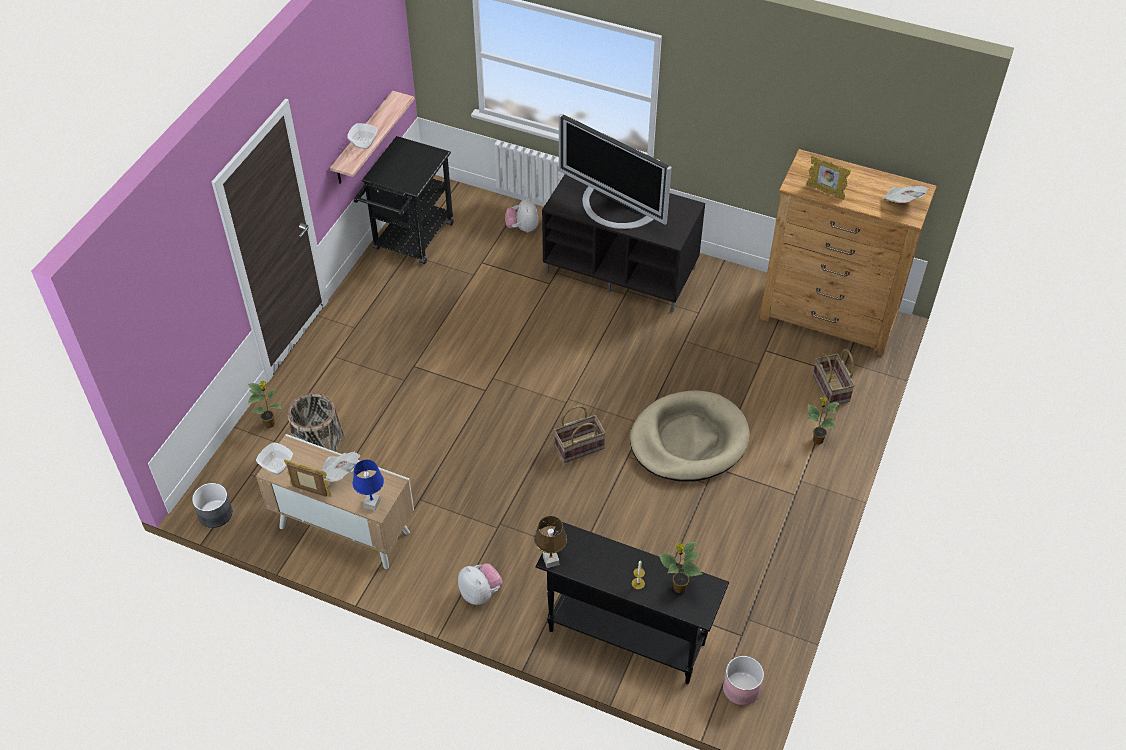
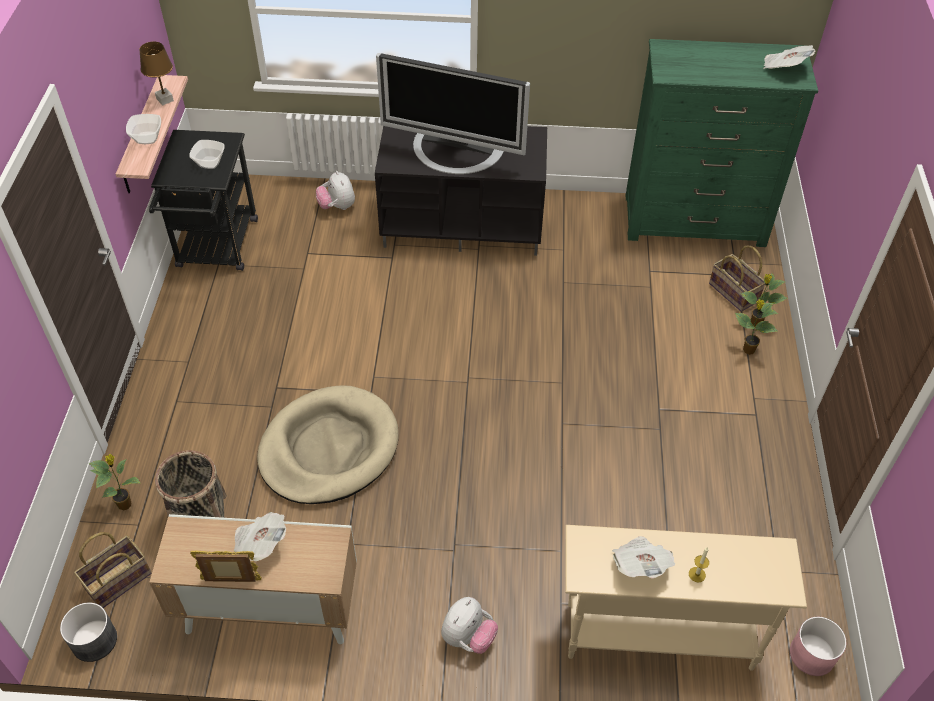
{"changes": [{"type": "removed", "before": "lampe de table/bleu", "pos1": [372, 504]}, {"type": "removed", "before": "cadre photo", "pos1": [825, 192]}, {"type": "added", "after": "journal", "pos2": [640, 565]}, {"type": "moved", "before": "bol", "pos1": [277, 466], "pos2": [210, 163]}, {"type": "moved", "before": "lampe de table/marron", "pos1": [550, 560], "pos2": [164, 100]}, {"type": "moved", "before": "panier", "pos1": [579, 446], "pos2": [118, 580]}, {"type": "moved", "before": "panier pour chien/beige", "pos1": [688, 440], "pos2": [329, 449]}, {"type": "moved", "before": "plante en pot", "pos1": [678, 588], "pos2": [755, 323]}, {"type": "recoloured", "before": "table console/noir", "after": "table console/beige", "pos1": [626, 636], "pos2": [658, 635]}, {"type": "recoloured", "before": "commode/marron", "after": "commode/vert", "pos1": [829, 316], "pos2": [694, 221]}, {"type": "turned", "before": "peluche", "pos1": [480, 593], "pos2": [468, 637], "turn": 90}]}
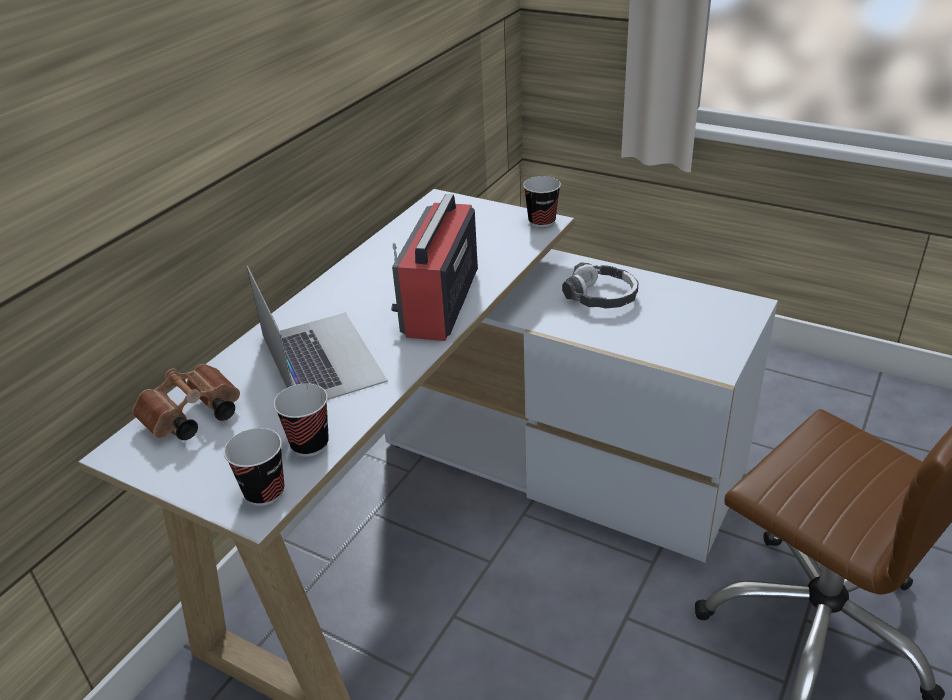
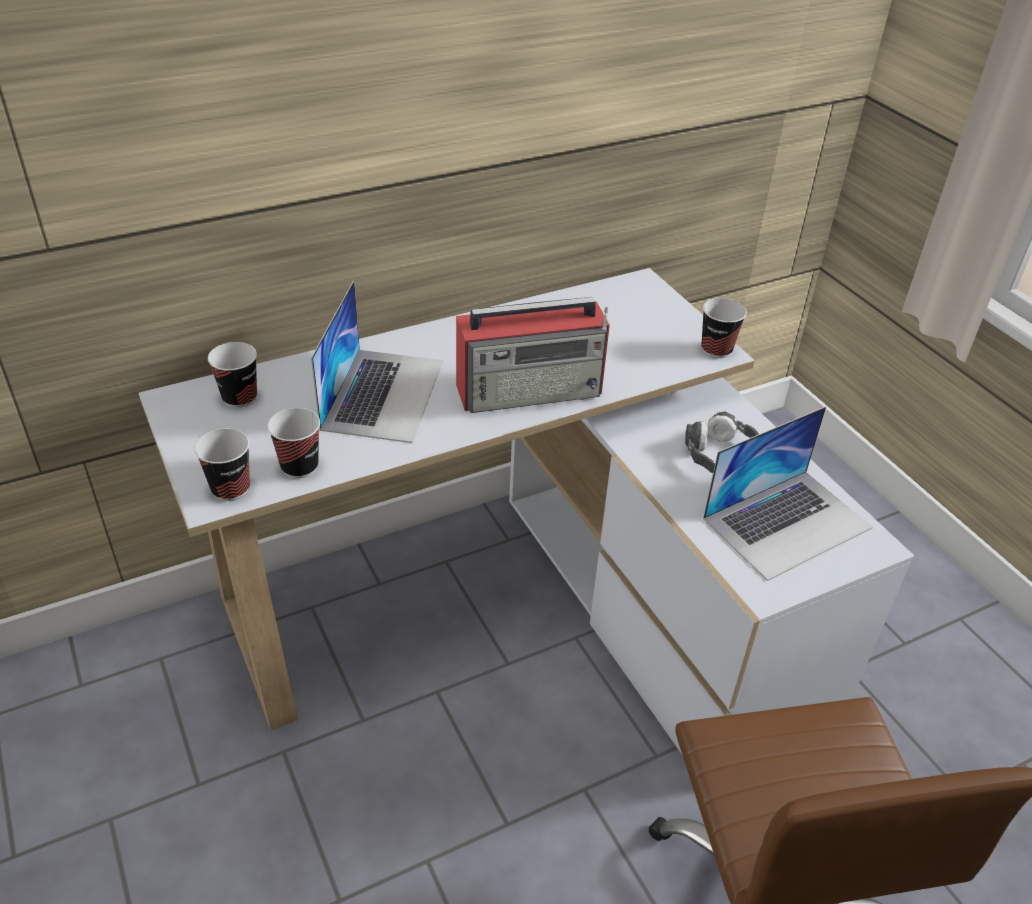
{"changes": [{"type": "added", "after": "ordinateur portable", "pos2": [787, 522]}, {"type": "replaced", "before": "jumelles/marron", "after": "tasse", "pos1": [191, 419], "pos2": [240, 398]}, {"type": "turned", "before": "radio", "pos1": [440, 303], "pos2": [531, 390], "turn": -150}]}
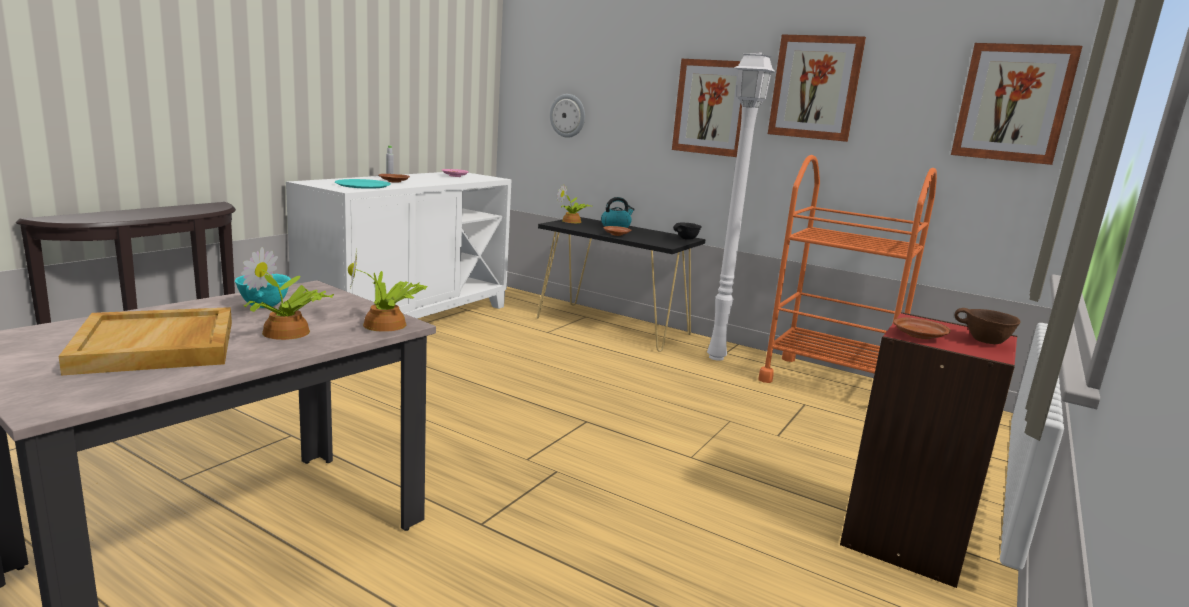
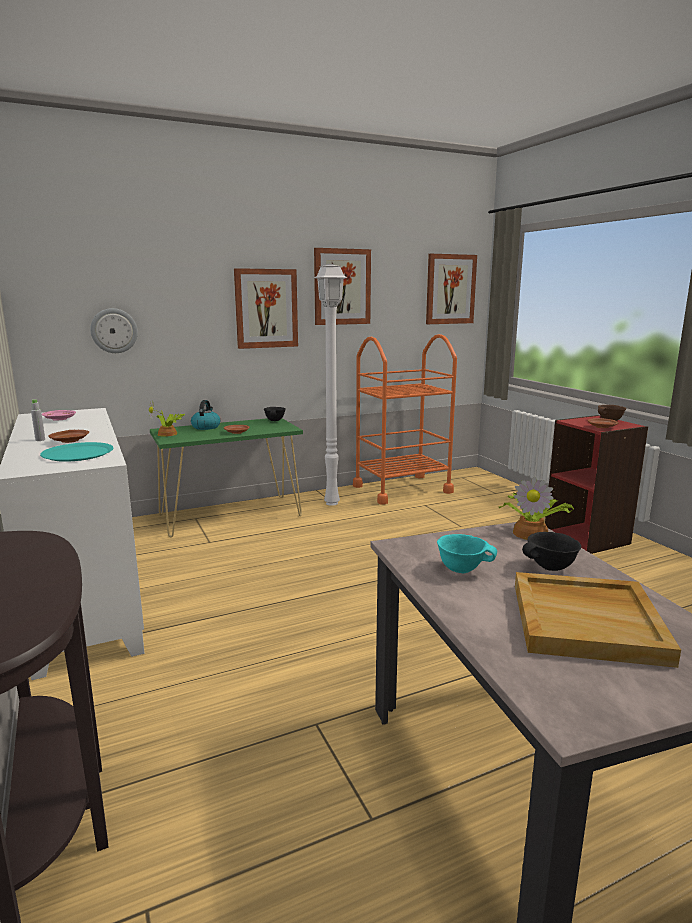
{"changes": [{"type": "replaced", "before": "plante en pot", "after": "bol/noir", "pos1": [286, 333], "pos2": [550, 568]}, {"type": "recoloured", "before": "table console/noir", "after": "table console/vert", "pos1": [613, 326], "pos2": [231, 515]}]}
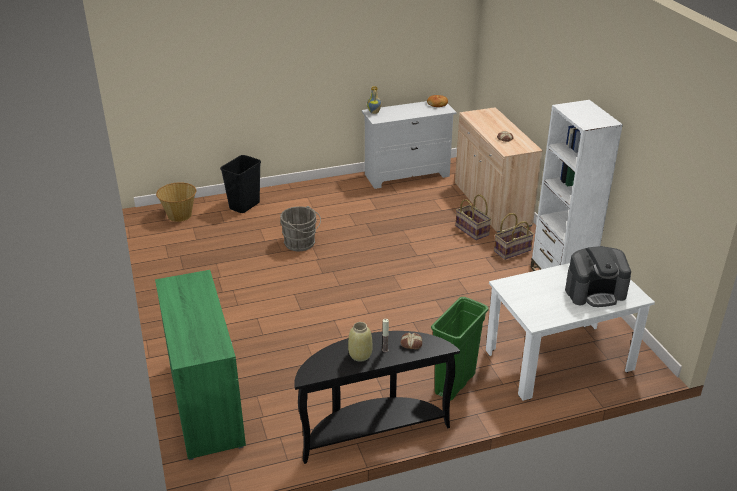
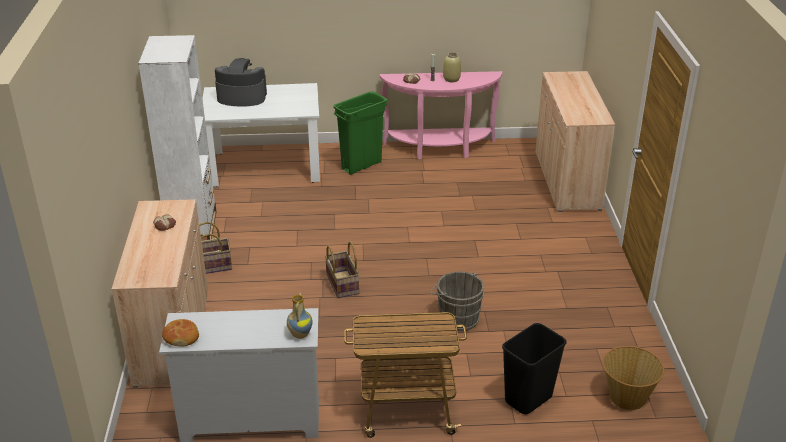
{"changes": [{"type": "added", "after": "chariot", "pos2": [405, 410]}, {"type": "moved", "before": "panier", "pos1": [472, 230], "pos2": [341, 284]}, {"type": "recoloured", "before": "meuble de rangement/vert", "after": "meuble de rangement/beige", "pos1": [206, 404], "pos2": [567, 181]}, {"type": "recoloured", "before": "table console/noir", "after": "table console/rose", "pos1": [372, 430], "pos2": [440, 149]}]}
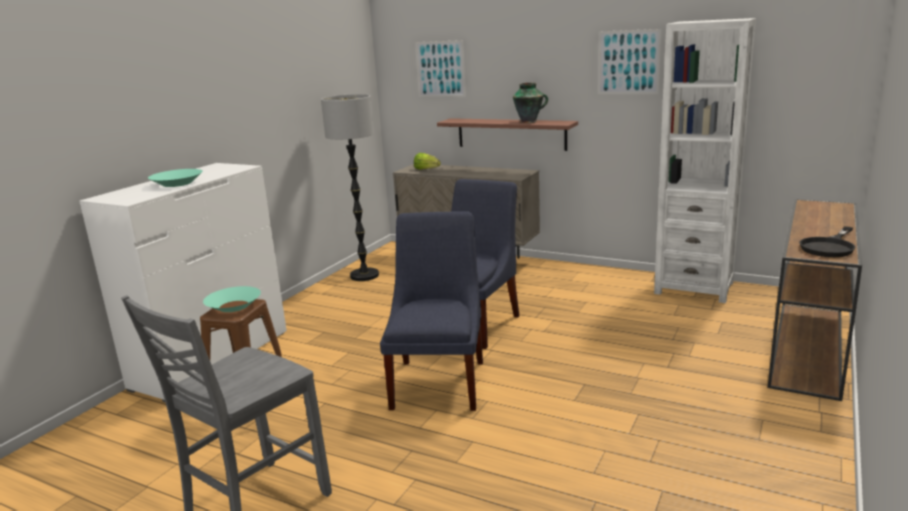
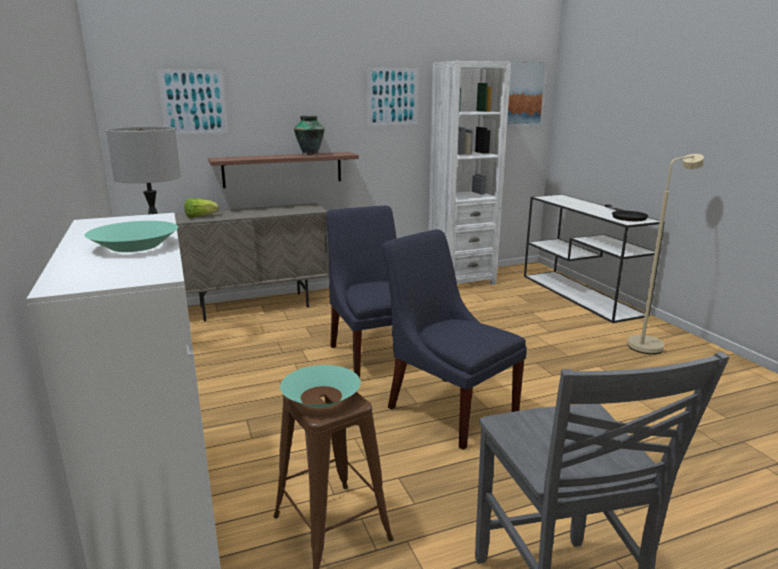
{"changes": [{"type": "added", "after": "tableau", "pos2": [520, 93]}, {"type": "added", "after": "lampadaire/beige", "pos2": [649, 344]}, {"type": "recoloured", "before": "table console/marron", "after": "table console/blanc", "pos1": [808, 347], "pos2": [581, 295]}]}
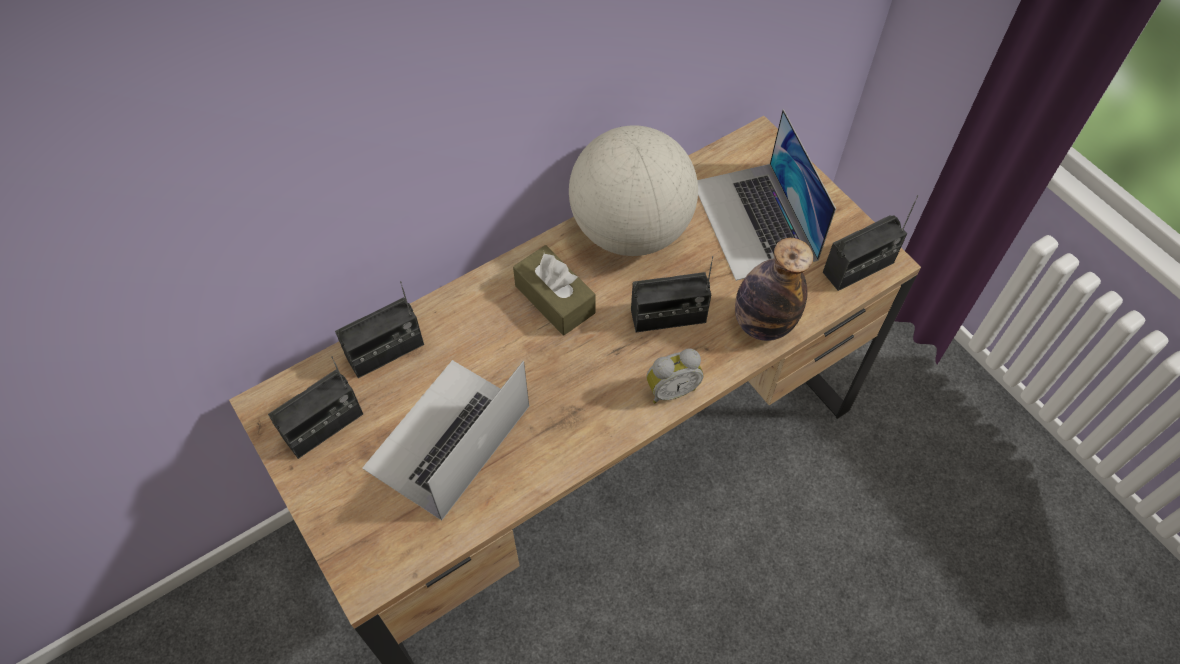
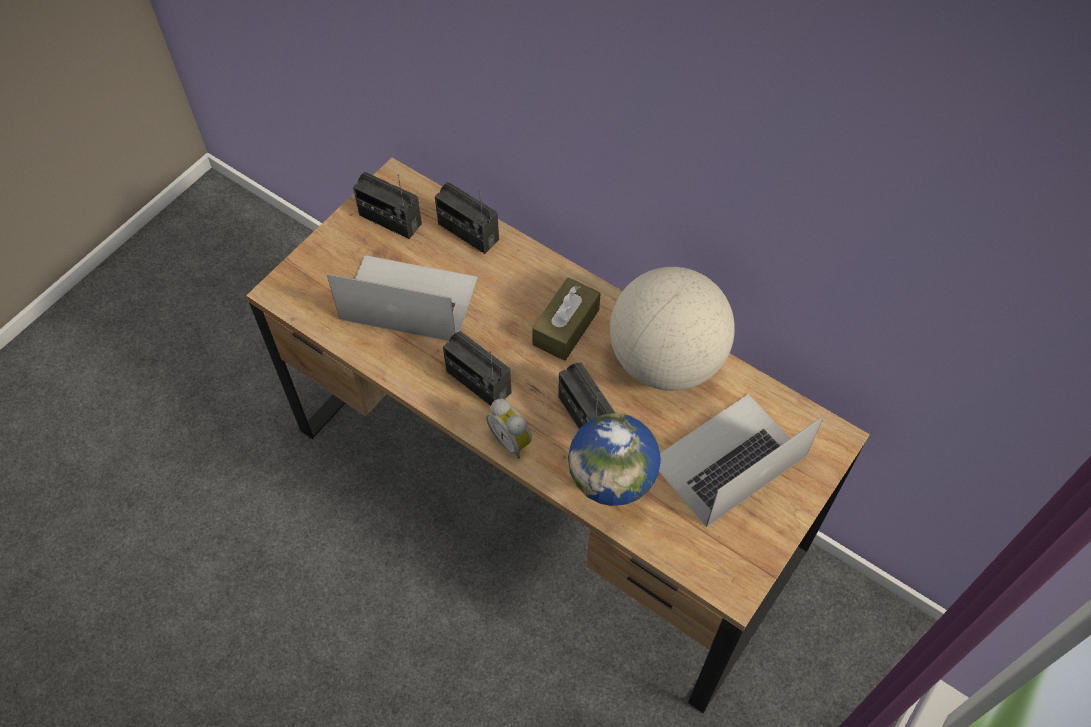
{"changes": [{"type": "moved", "before": "radio", "pos1": [858, 268], "pos2": [478, 382]}, {"type": "replaced", "before": "bouteille", "after": "globe", "pos1": [763, 323], "pos2": [611, 496]}]}
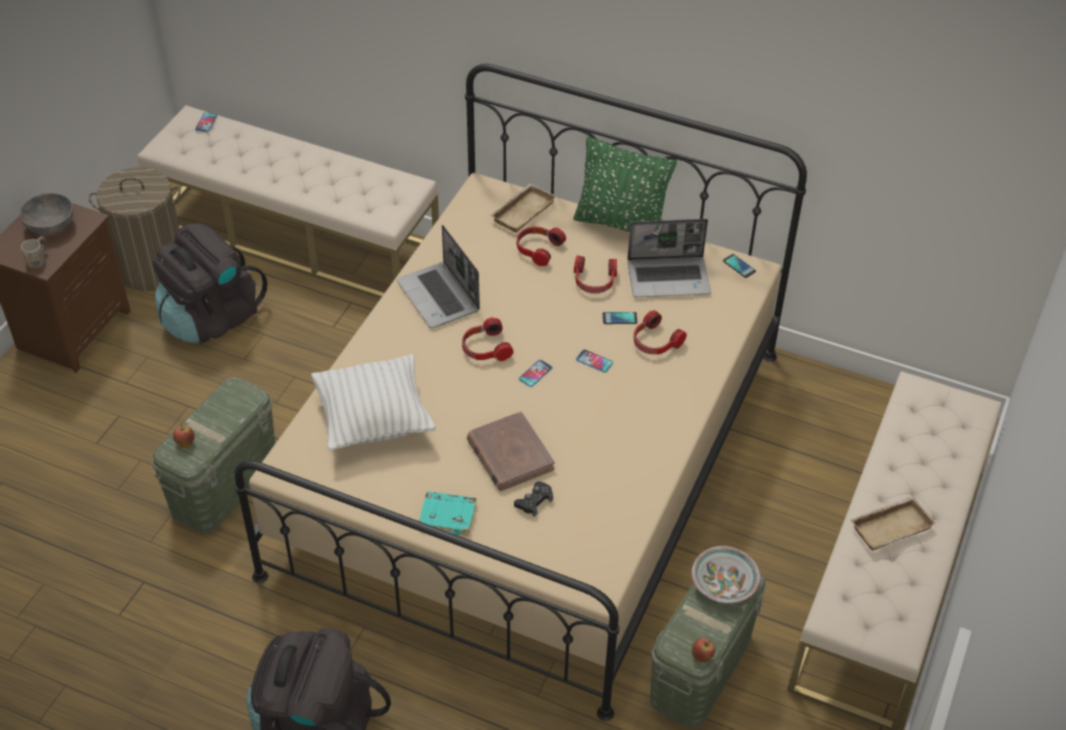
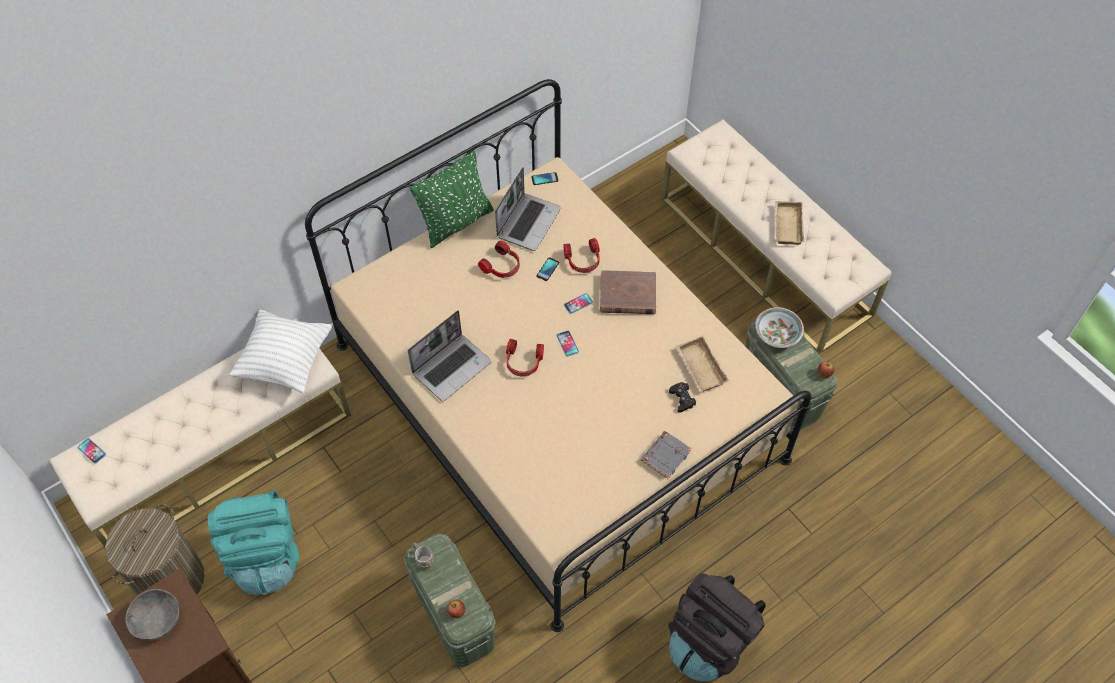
{"changes": [{"type": "removed", "before": "casque audio", "pos1": [537, 249]}, {"type": "moved", "before": "mug/gris", "pos1": [38, 260], "pos2": [423, 559]}, {"type": "moved", "before": "coussin/blanc", "pos1": [374, 420], "pos2": [285, 362]}, {"type": "moved", "before": "livre/marron", "pos1": [509, 454], "pos2": [627, 295]}, {"type": "moved", "before": "plateau/beige", "pos1": [522, 211], "pos2": [699, 367]}, {"type": "recoloured", "before": "sac à dos/noir", "after": "sac à dos/turquoise", "pos1": [211, 317], "pos2": [265, 556]}, {"type": "recoloured", "before": "livre/turquoise", "after": "livre/gris", "pos1": [448, 515], "pos2": [665, 456]}, {"type": "turned", "before": "ordinateur portable", "pos1": [440, 297], "pos2": [452, 367], "turn": -45}]}
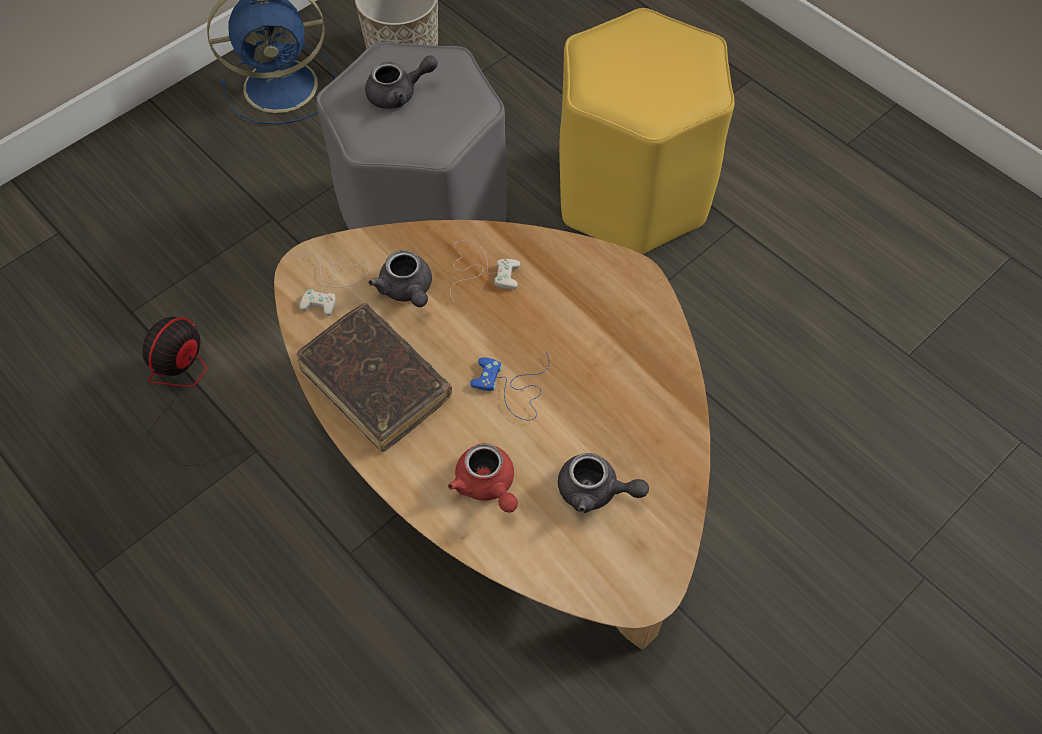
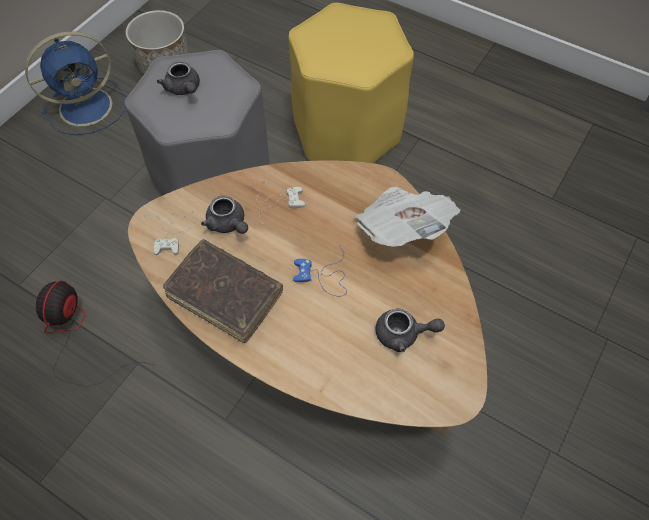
{"changes": [{"type": "removed", "before": "théière/rouge", "pos1": [487, 486]}, {"type": "added", "after": "journal", "pos2": [402, 228]}, {"type": "turned", "before": "théière/gris", "pos1": [399, 94], "pos2": [184, 89], "turn": 90}]}
